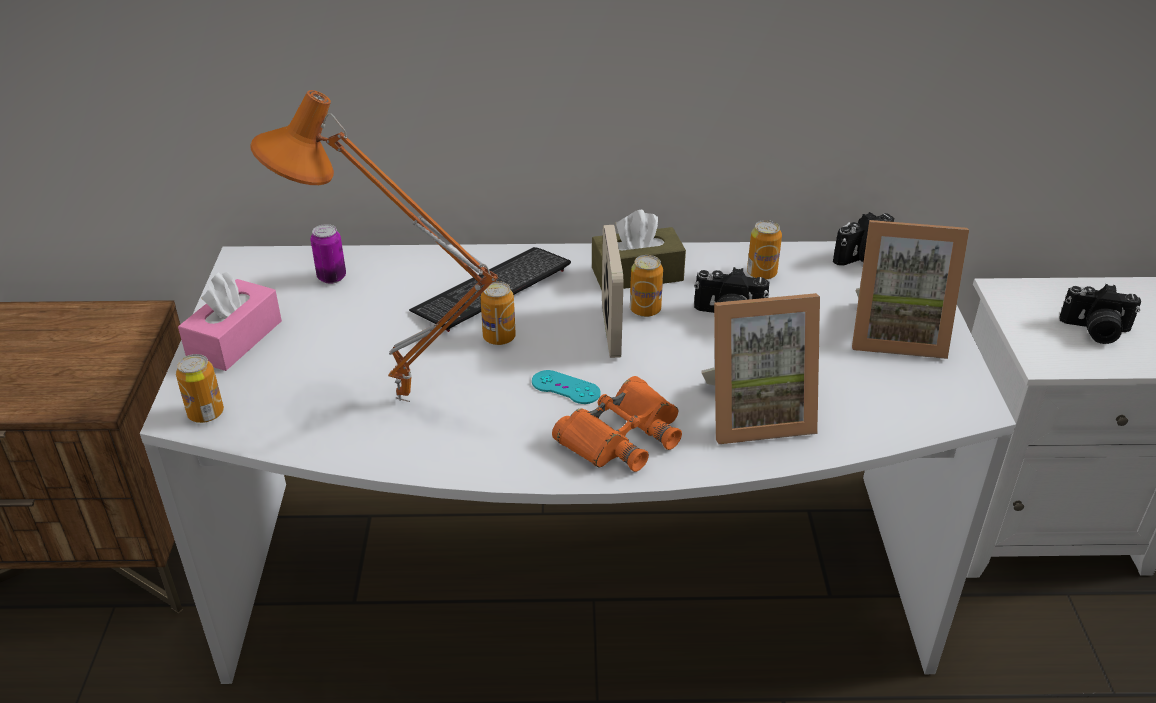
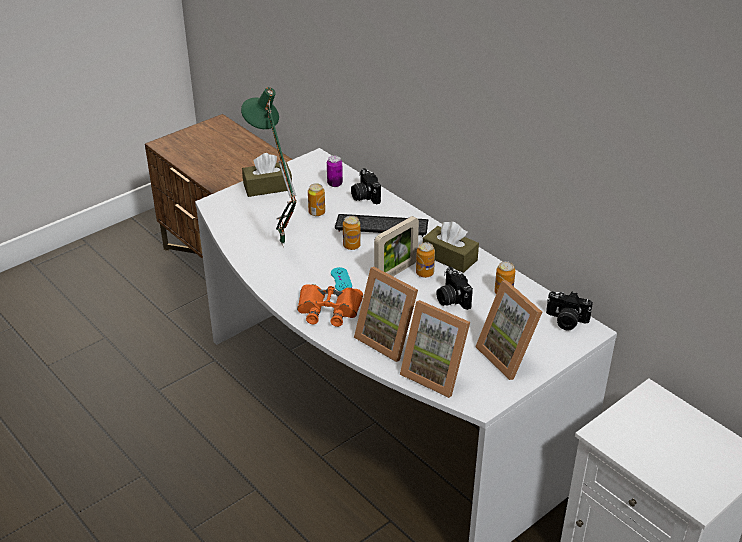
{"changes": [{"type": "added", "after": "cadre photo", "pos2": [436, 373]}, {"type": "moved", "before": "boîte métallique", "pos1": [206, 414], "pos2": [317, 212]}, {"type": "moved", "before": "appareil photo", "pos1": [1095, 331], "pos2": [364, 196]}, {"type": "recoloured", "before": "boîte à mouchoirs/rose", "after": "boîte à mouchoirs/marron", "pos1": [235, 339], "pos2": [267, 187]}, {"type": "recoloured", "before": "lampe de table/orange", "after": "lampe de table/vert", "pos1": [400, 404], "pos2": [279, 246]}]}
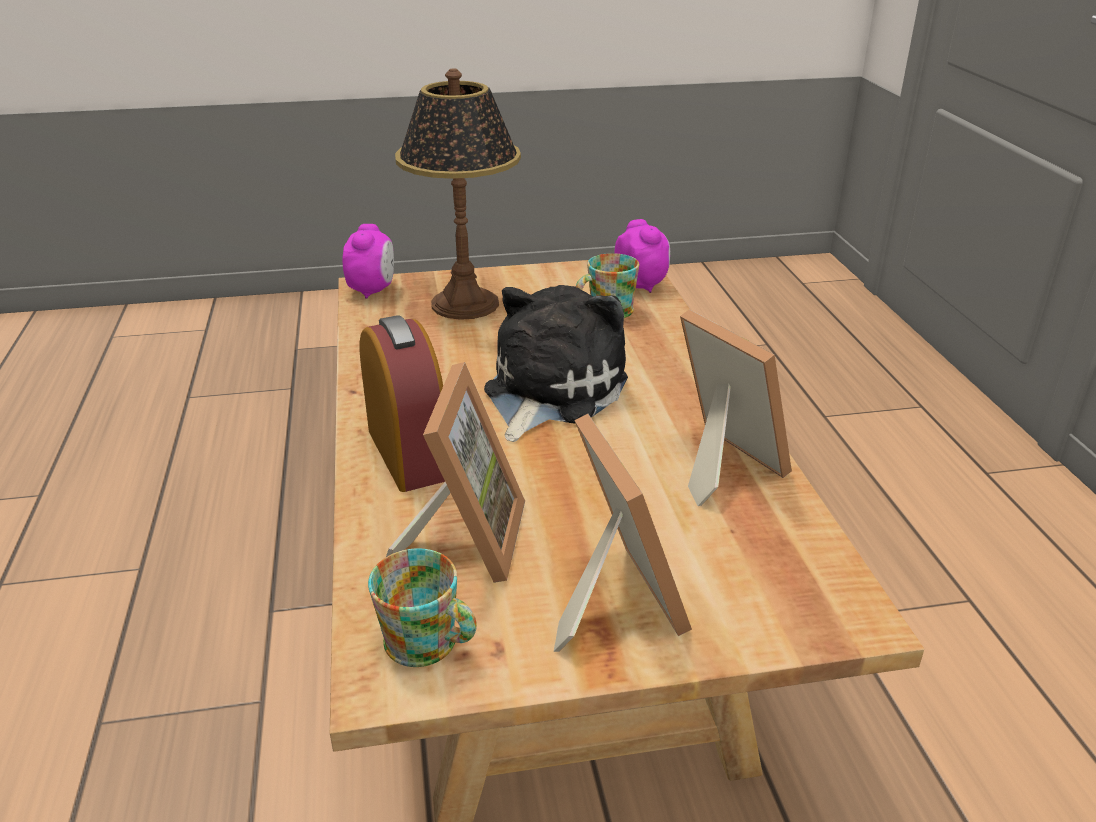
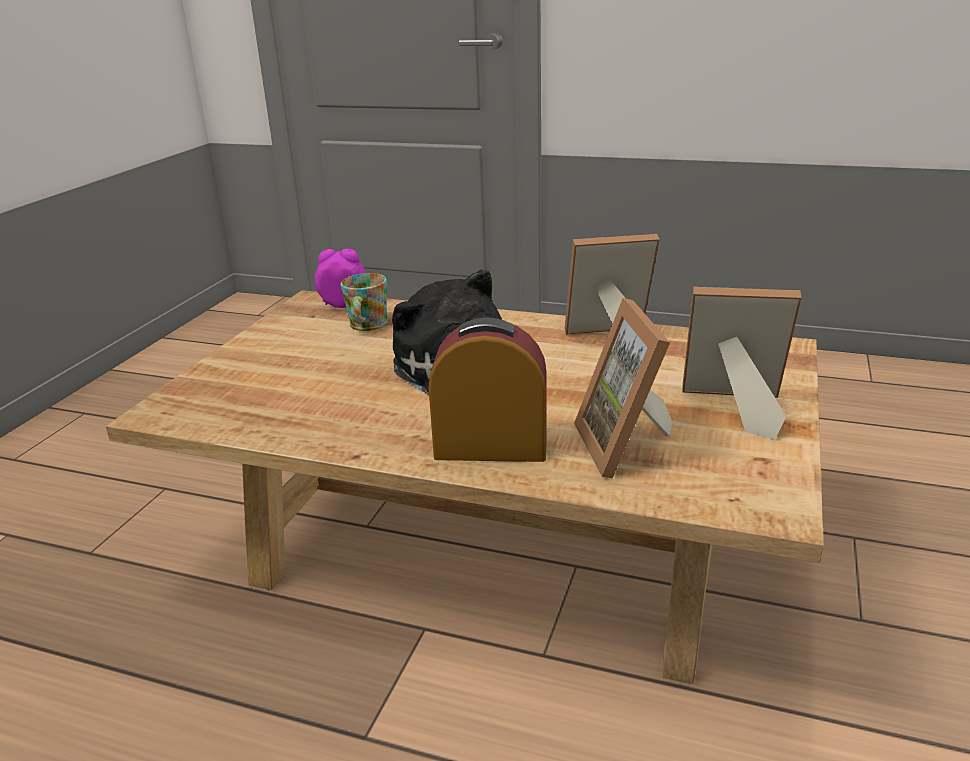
{"changes": [{"type": "removed", "before": "réveil", "pos1": [372, 290]}, {"type": "removed", "before": "mug", "pos1": [429, 645]}, {"type": "removed", "before": "lampe de table", "pos1": [466, 304]}, {"type": "turned", "before": "cadre photo", "pos1": [465, 538], "pos2": [628, 446], "turn": -135}]}
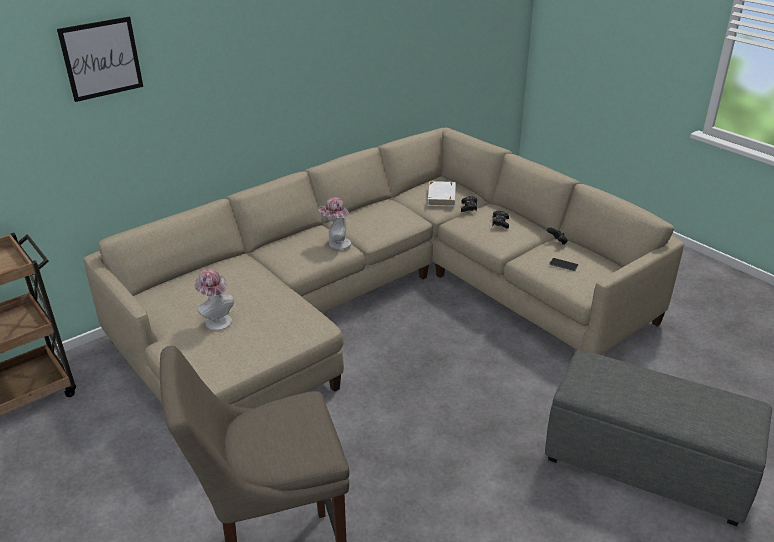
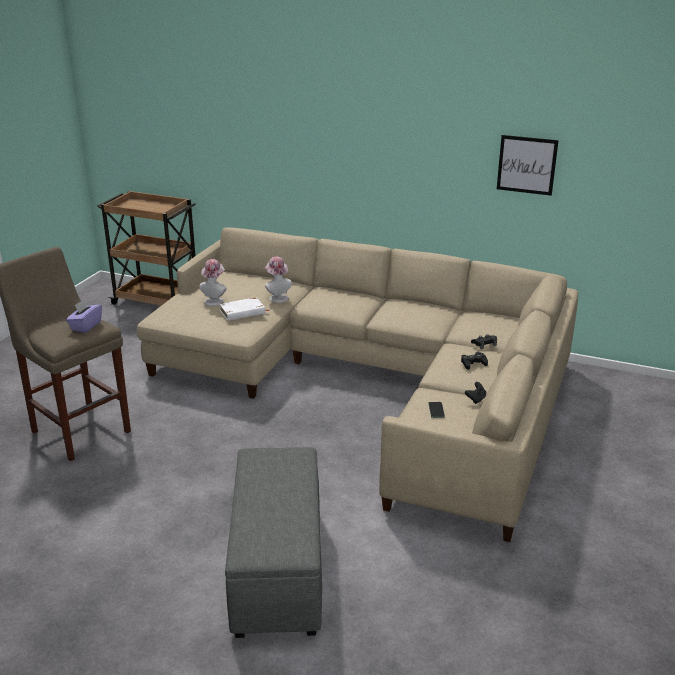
{"changes": [{"type": "added", "after": "boîte à mouchoirs/violet", "pos2": [85, 326]}, {"type": "moved", "before": "tableau", "pos1": [101, 58], "pos2": [526, 165]}, {"type": "moved", "before": "chapeau", "pos1": [336, 243], "pos2": [277, 297]}, {"type": "moved", "before": "livre/blanc", "pos1": [442, 196], "pos2": [242, 312]}]}
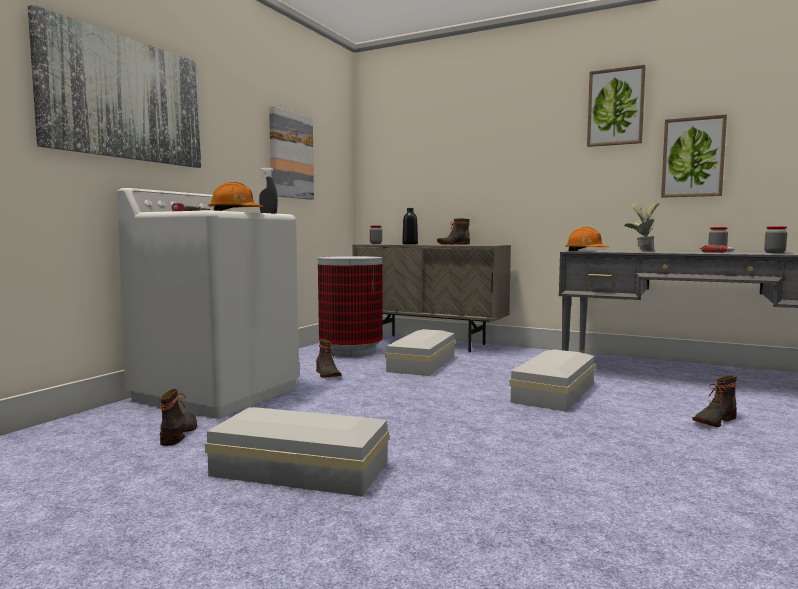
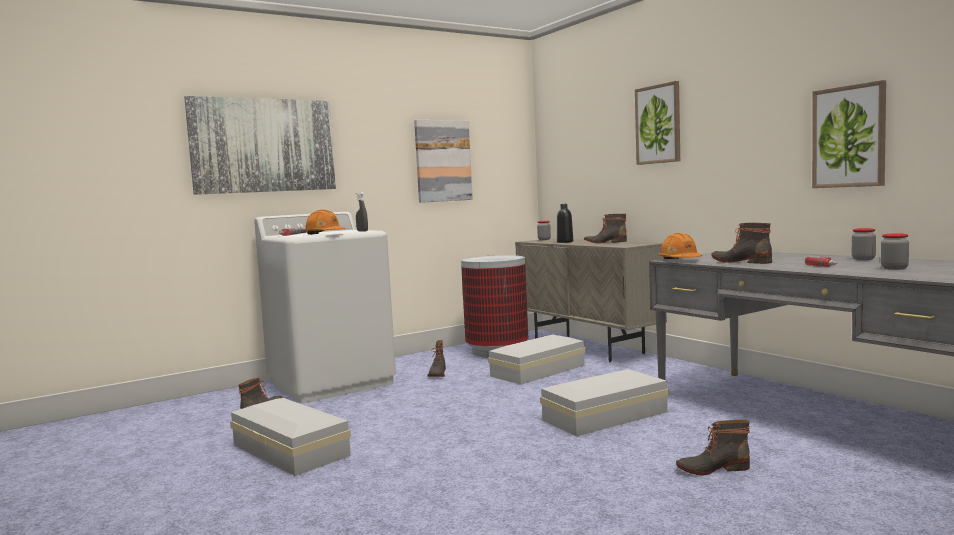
{"changes": [{"type": "moved", "before": "tableau", "pos1": [615, 107], "pos2": [658, 124]}, {"type": "replaced", "before": "plante en pot", "after": "botte", "pos1": [641, 251], "pos2": [741, 261]}]}
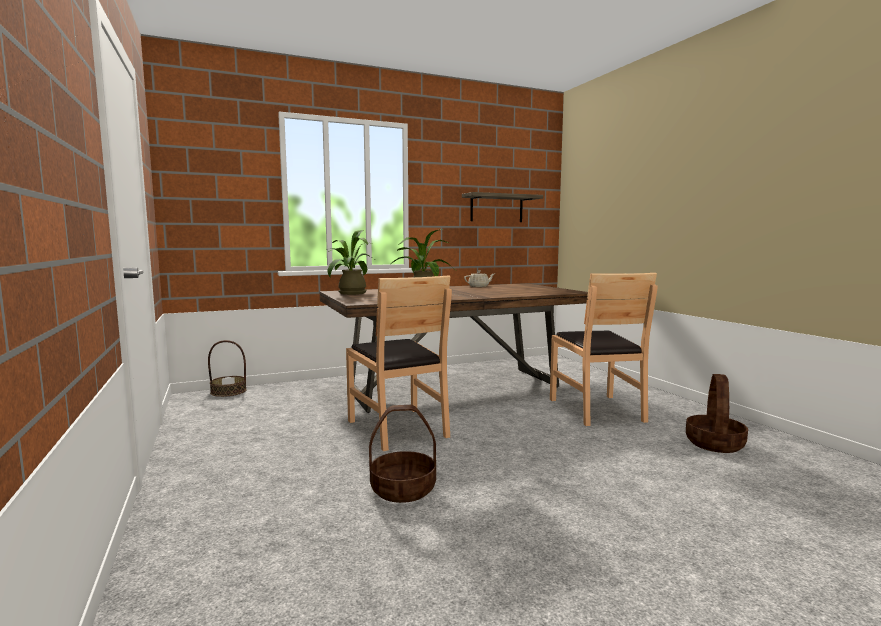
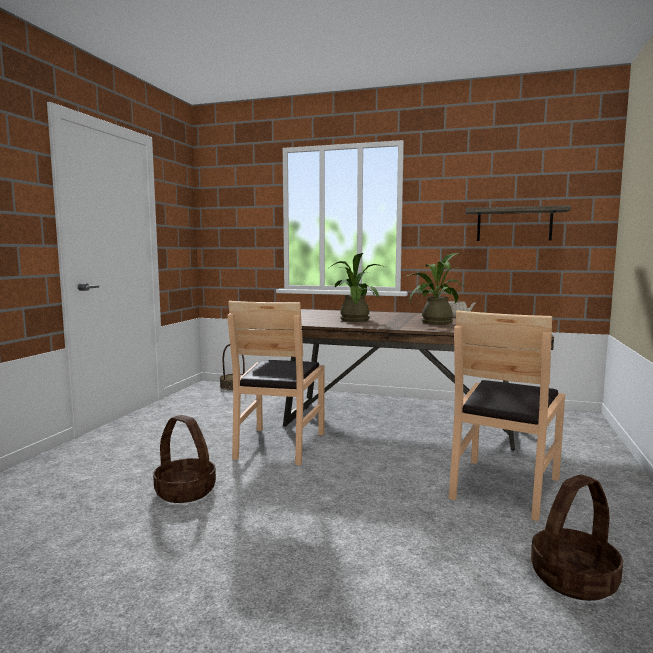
{"changes": [{"type": "moved", "before": "plante en pot", "pos1": [349, 293], "pos2": [432, 323]}]}
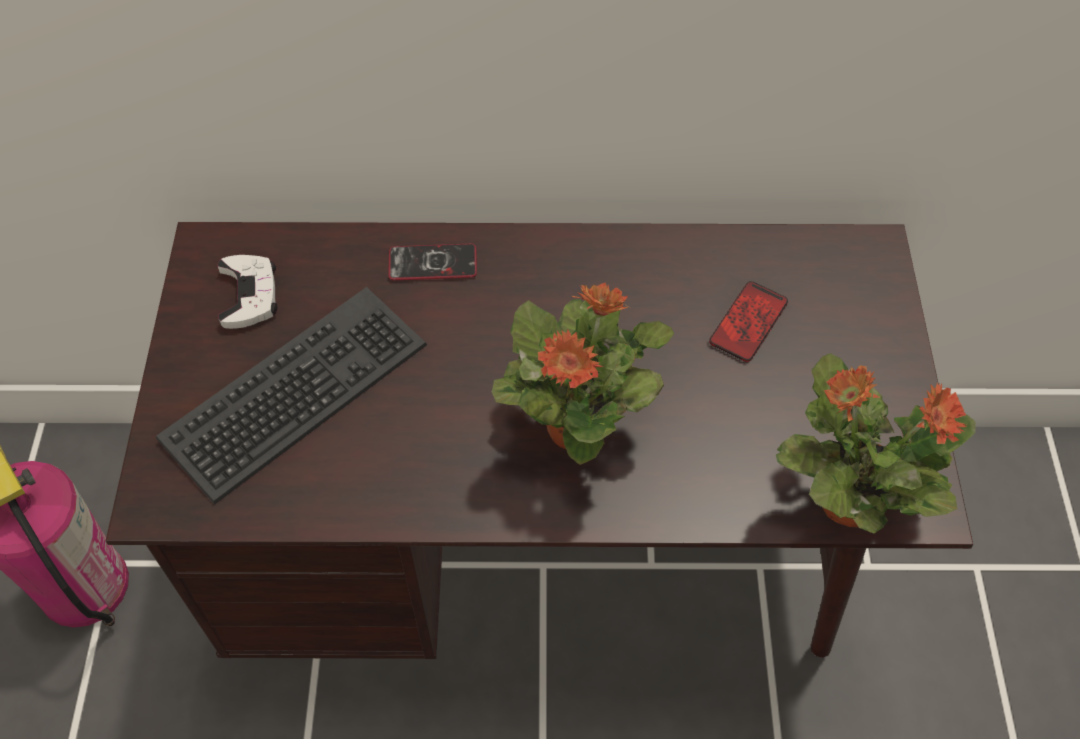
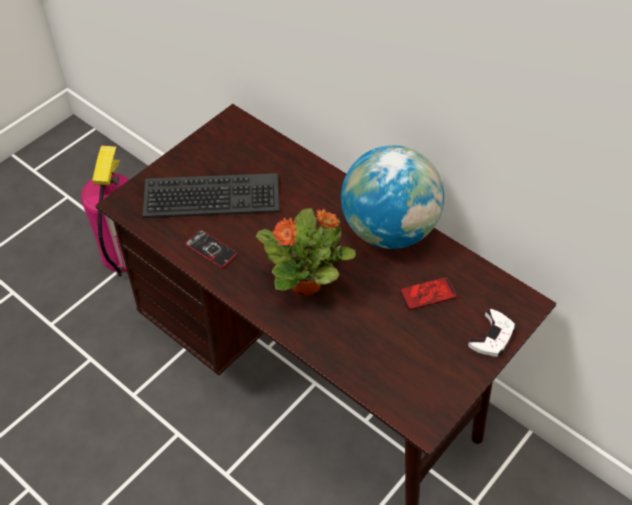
{"changes": [{"type": "removed", "before": "plante en pot", "pos1": [846, 499]}, {"type": "added", "after": "globe", "pos2": [388, 230]}, {"type": "moved", "before": "manette/blanc", "pos1": [249, 295], "pos2": [492, 337]}, {"type": "moved", "before": "téléphone", "pos1": [432, 263], "pos2": [211, 249]}]}
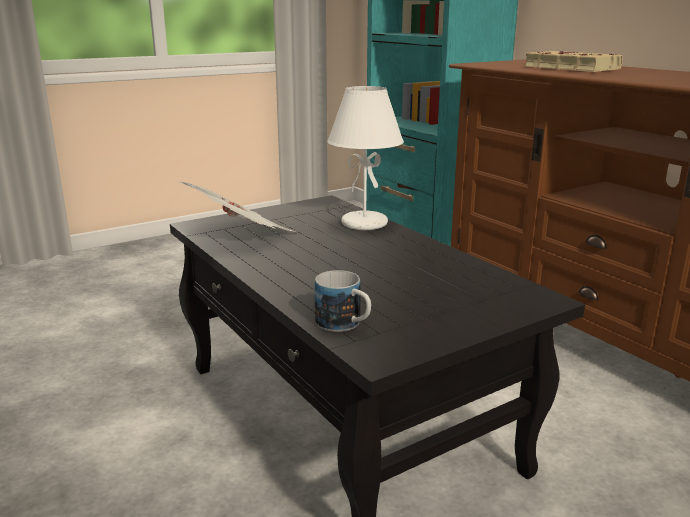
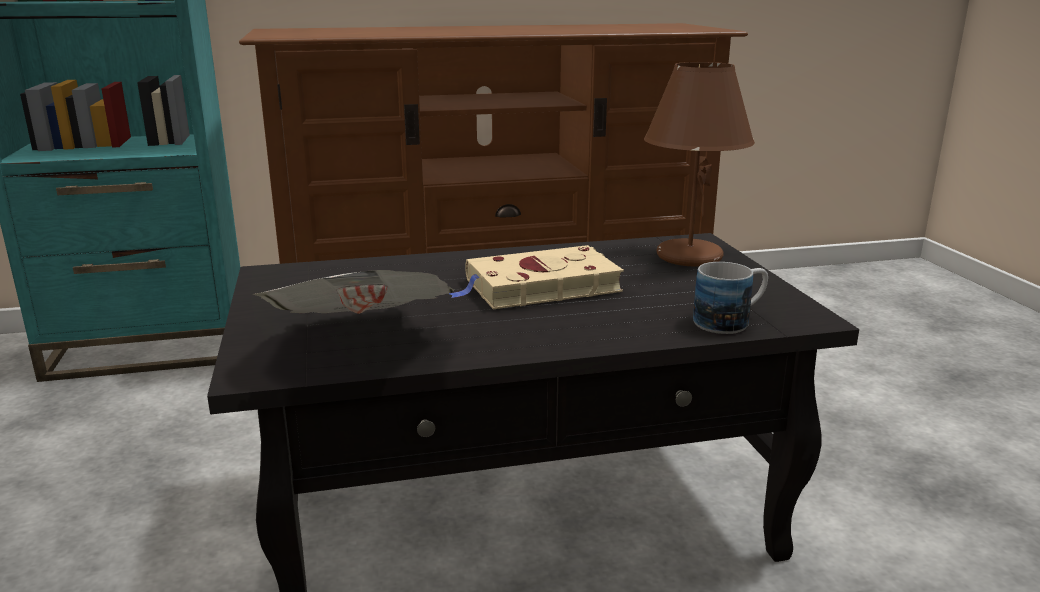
{"changes": [{"type": "removed", "before": "lampe de table/blanc", "pos1": [364, 224]}, {"type": "added", "after": "lampe de table/marron", "pos2": [688, 256]}, {"type": "moved", "before": "livre/beige", "pos1": [568, 68], "pos2": [538, 287]}]}
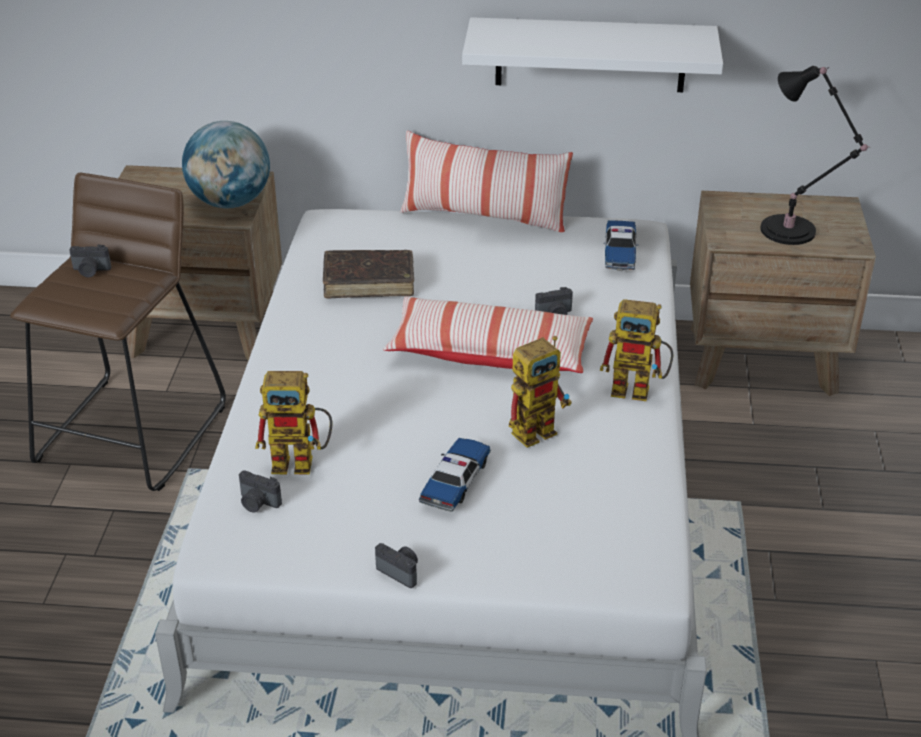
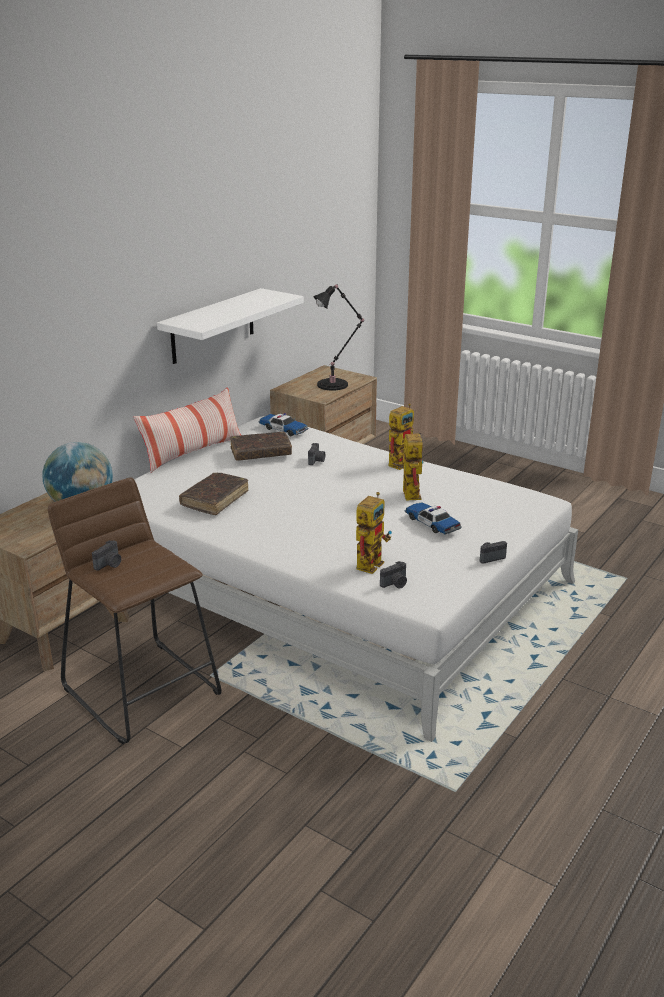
{"changes": [{"type": "removed", "before": "coussin", "pos1": [489, 352]}, {"type": "added", "after": "livre/marron", "pos2": [260, 453]}]}
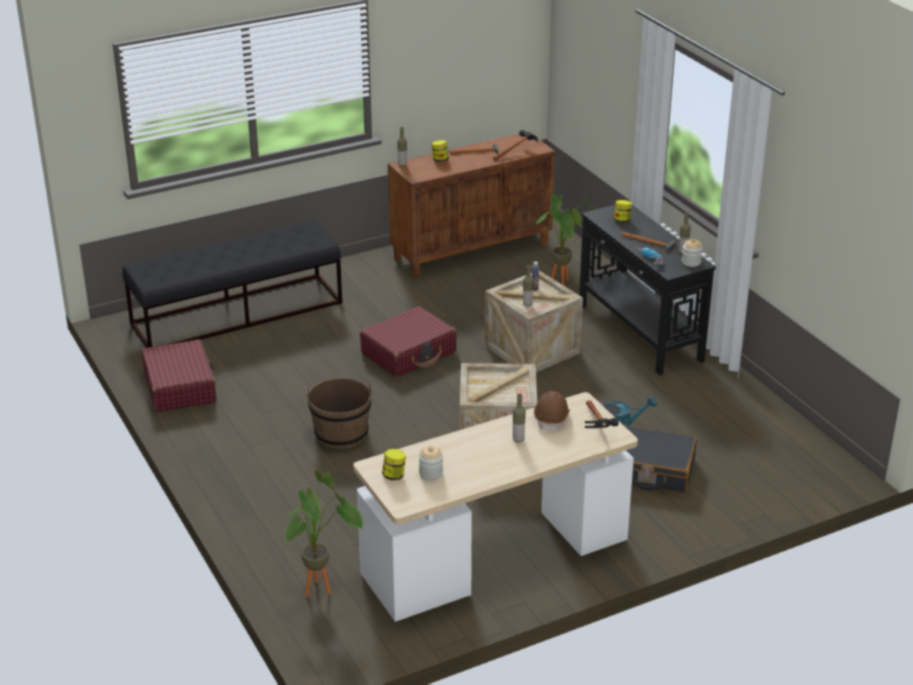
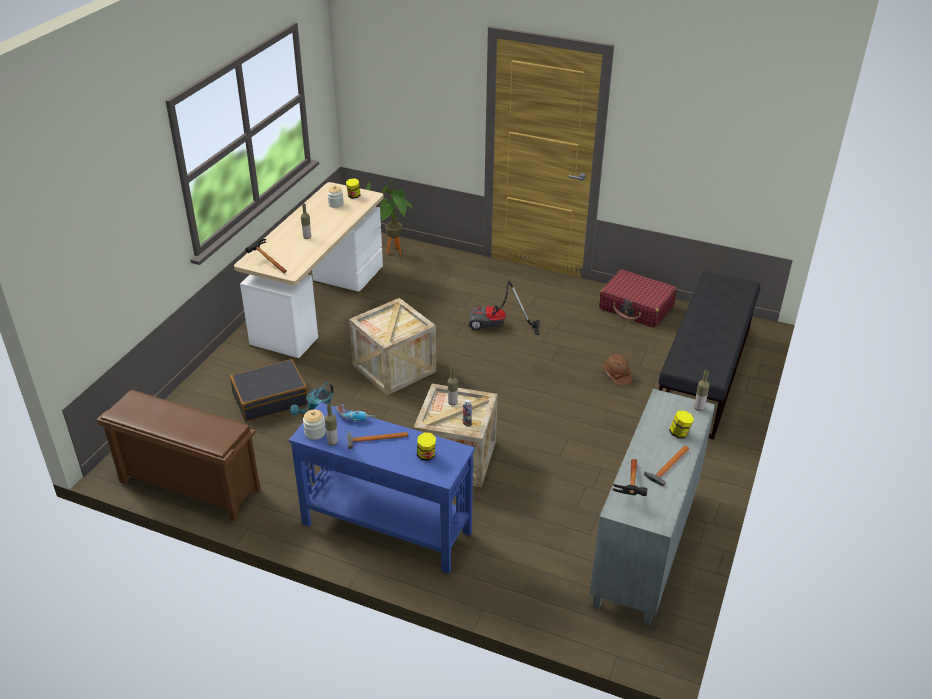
{"changes": [{"type": "removed", "before": "valise/rouge", "pos1": [409, 353]}, {"type": "removed", "before": "plante en pot", "pos1": [565, 285]}, {"type": "added", "after": "étagère à chaussures/marron", "pos2": [188, 486]}, {"type": "moved", "before": "casque de chantier/marron", "pos1": [552, 418], "pos2": [616, 375]}, {"type": "replaced", "before": "seau/marron", "after": "aspirateur", "pos1": [341, 434], "pos2": [497, 327]}, {"type": "recoloured", "before": "meuble de rangement/marron", "after": "meuble de rangement/gris", "pos1": [471, 251], "pos2": [646, 549]}, {"type": "recoloured", "before": "table console/noir", "after": "table console/bleu", "pos1": [639, 333], "pos2": [386, 527]}]}
